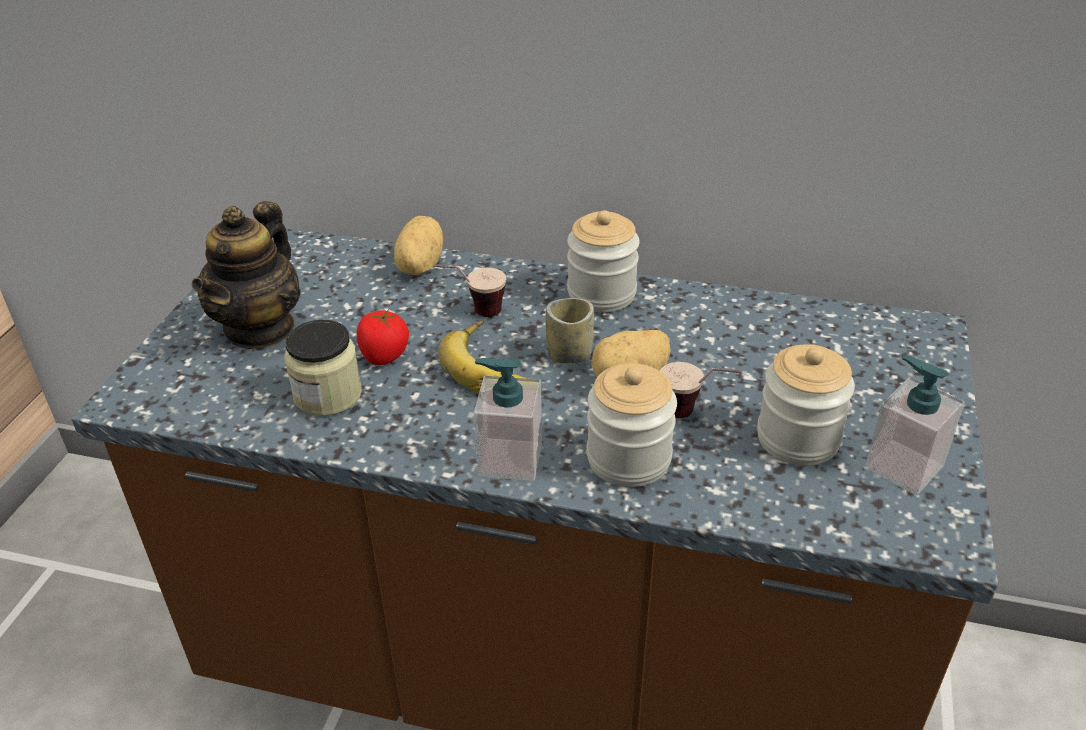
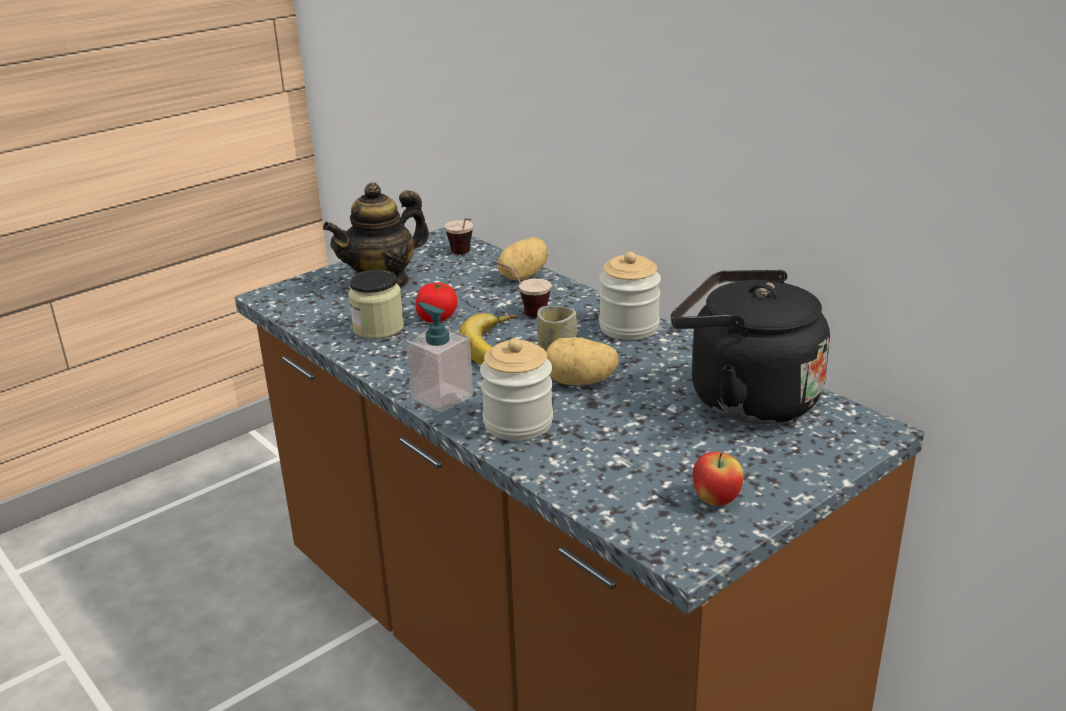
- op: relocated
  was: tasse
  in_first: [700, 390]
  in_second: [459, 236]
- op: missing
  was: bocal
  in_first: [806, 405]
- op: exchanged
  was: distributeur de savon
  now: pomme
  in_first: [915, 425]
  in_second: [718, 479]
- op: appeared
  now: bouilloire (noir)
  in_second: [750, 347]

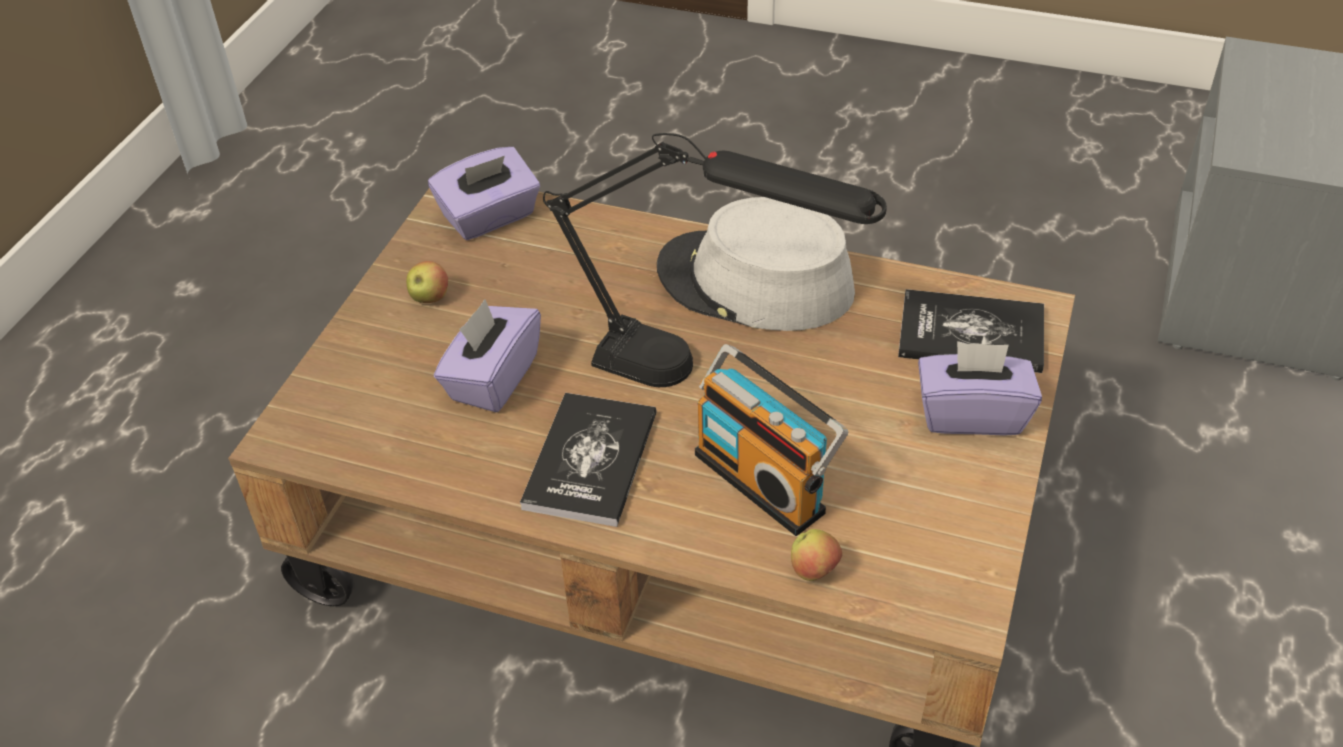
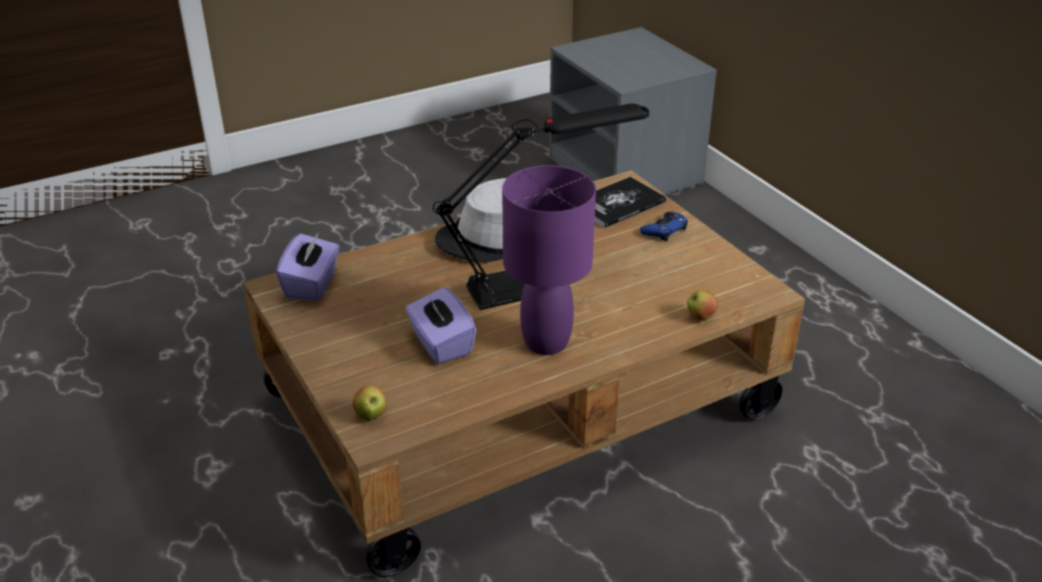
- op: relocated
  was: pomme
  in_first: [427, 282]
  in_second: [370, 403]
- op: exchanged
  was: livre
  now: lampe de table (violet)
  in_first: [588, 460]
  in_second: [549, 260]
- op: missing
  was: radio
  in_first: [771, 440]
- op: exchanged
  was: boîte à mouchoirs (violet)
  now: manette (bleu)
  in_first: [980, 388]
  in_second: [664, 227]

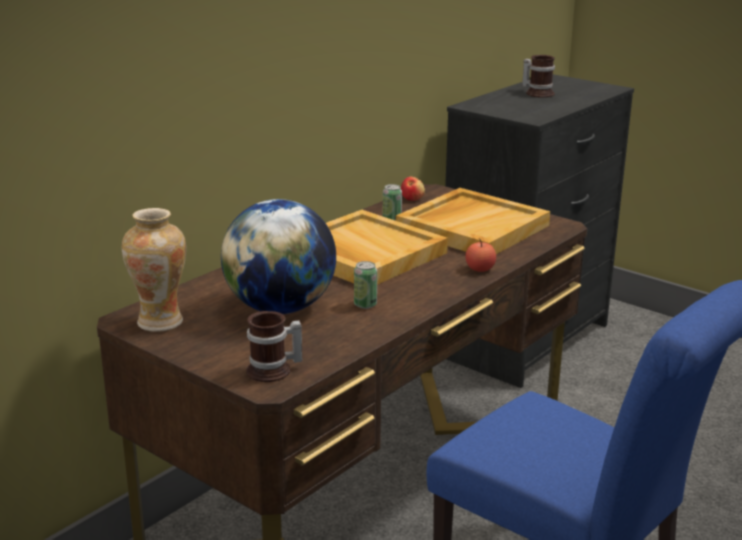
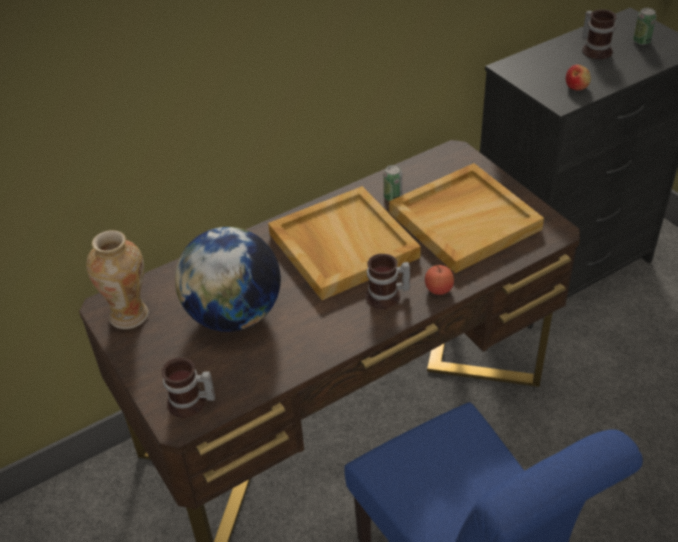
- op: relocated
  was: boîte métallique
  in_first: [365, 285]
  in_second: [645, 26]
- op: relocated
  was: pomme
  in_first: [413, 189]
  in_second: [578, 77]
- op: appeared
  now: mug
  in_second: [387, 281]

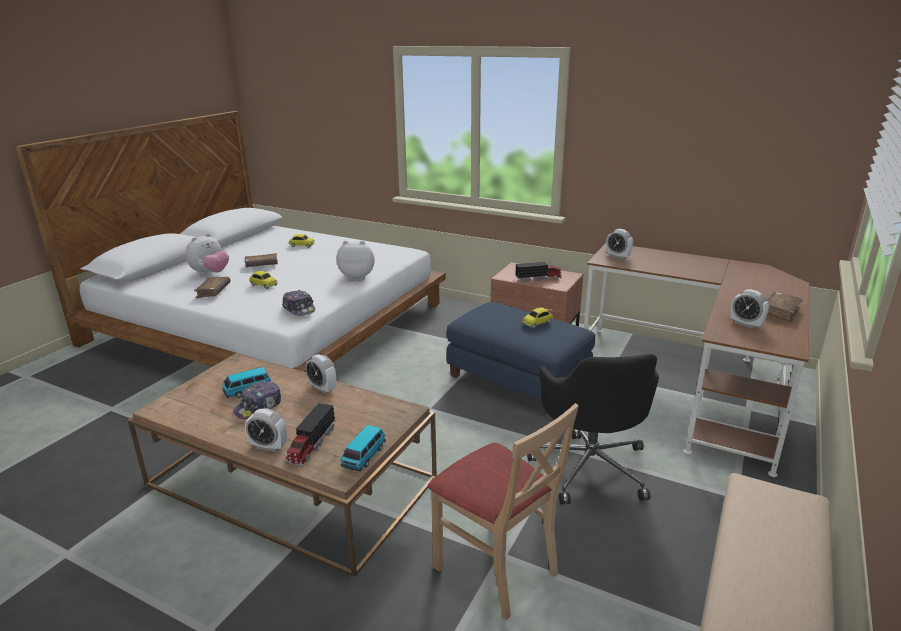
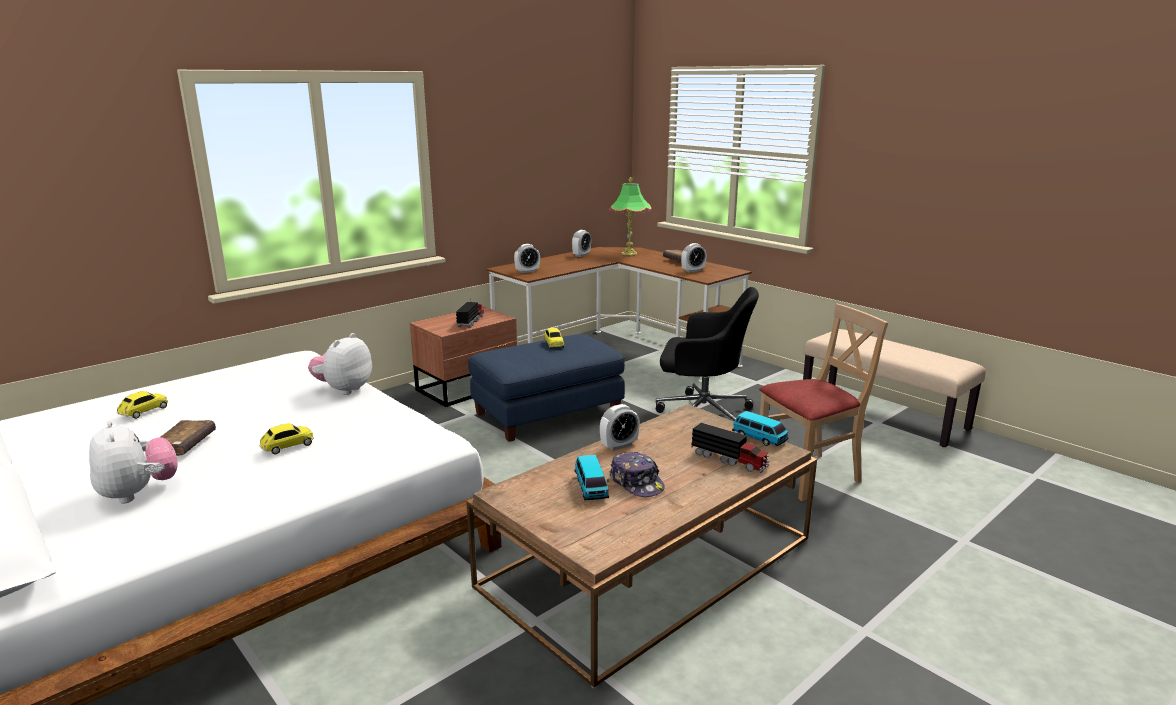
- op: missing
  was: livre (marron)
  in_first: [212, 287]
- op: relocated
  was: réveil
  in_first: [266, 430]
  in_second: [582, 243]
- op: missing
  was: casquette
  in_first: [298, 303]
- op: appeared
  now: lampe de table
  in_second: [630, 216]

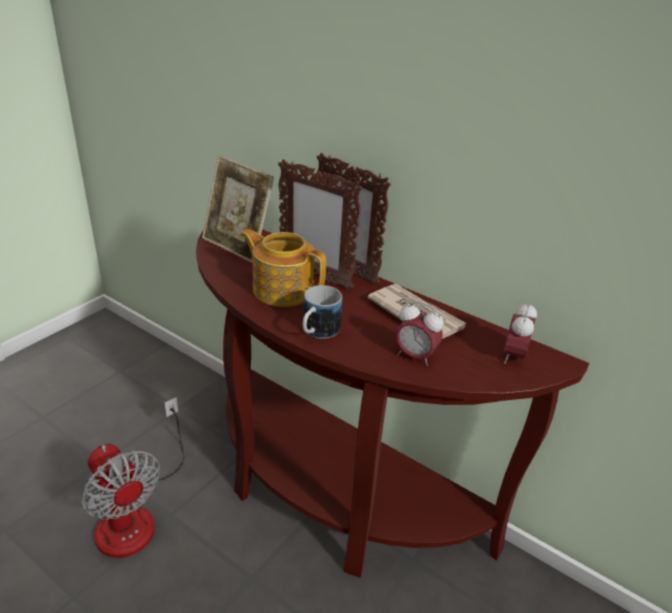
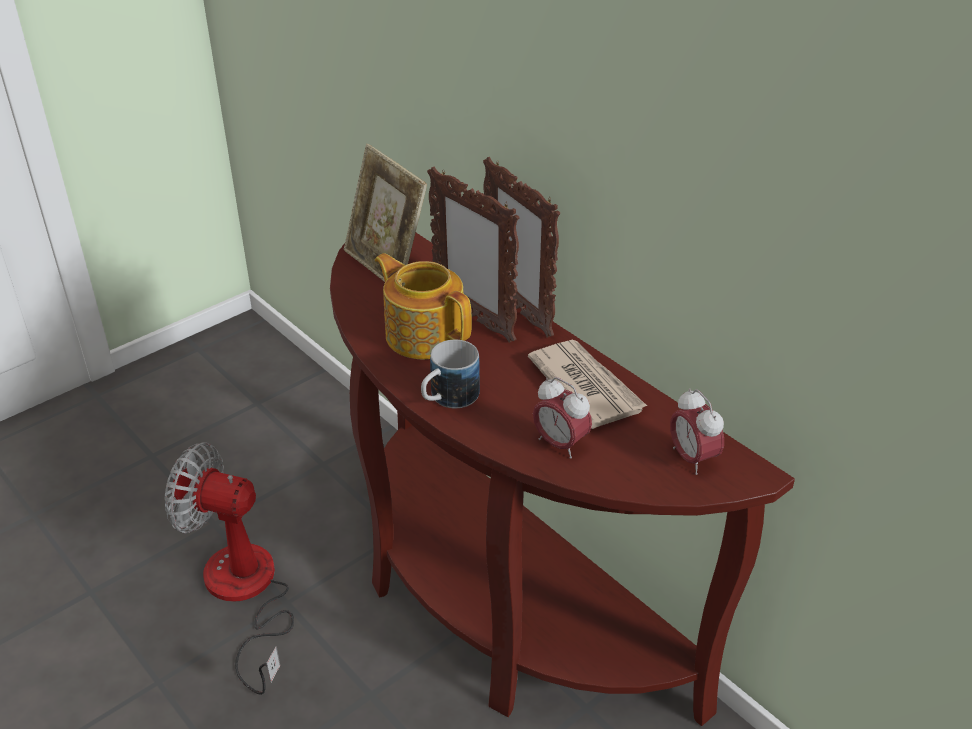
- op: spun
  was: ventilateur
  in_first: [133, 477]
  in_second: [229, 568]
  clockwise: 135
- op: spun
  was: réveil
  in_first: [520, 332]
  in_second: [697, 431]
  clockwise: -60

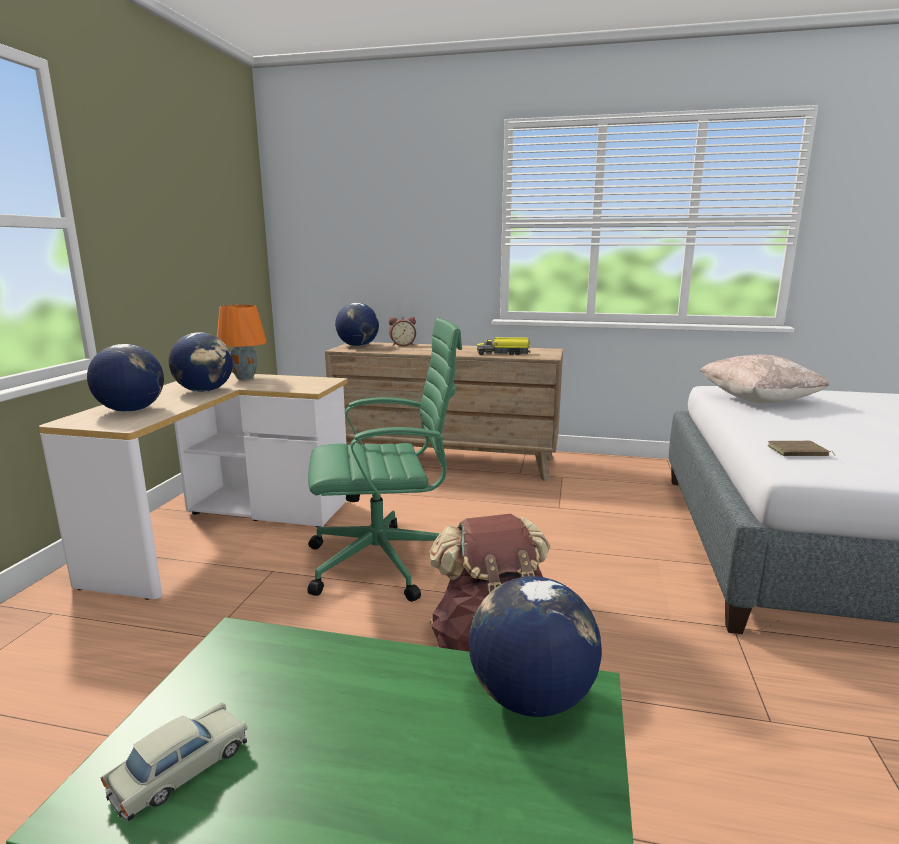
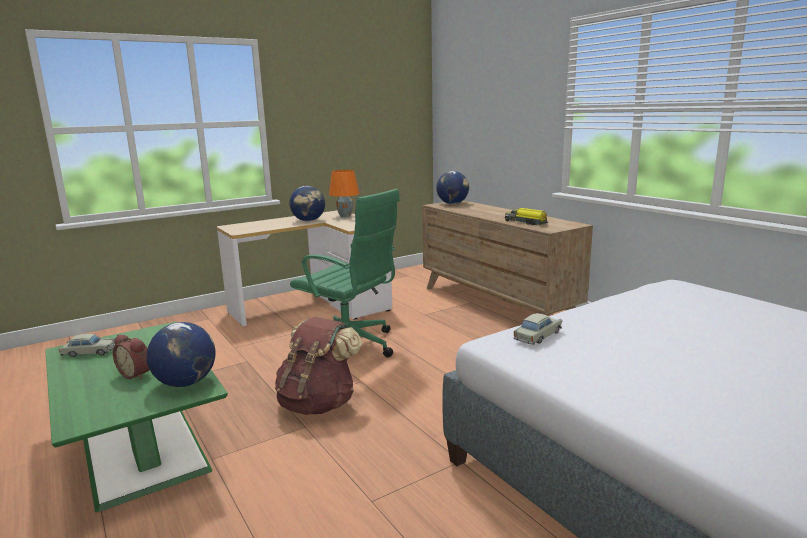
- op: missing
  was: globe
  in_first: [125, 378]
- op: relocated
  was: réveil
  in_first: [402, 331]
  in_second: [131, 357]
- op: missing
  was: coussin (beige)
  in_first: [765, 378]
- op: exchanged
  was: livre (marron)
  now: petite voiture (beige)
  in_first: [802, 448]
  in_second: [537, 329]

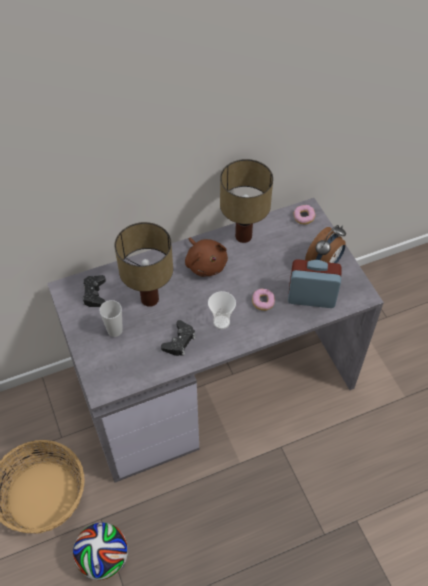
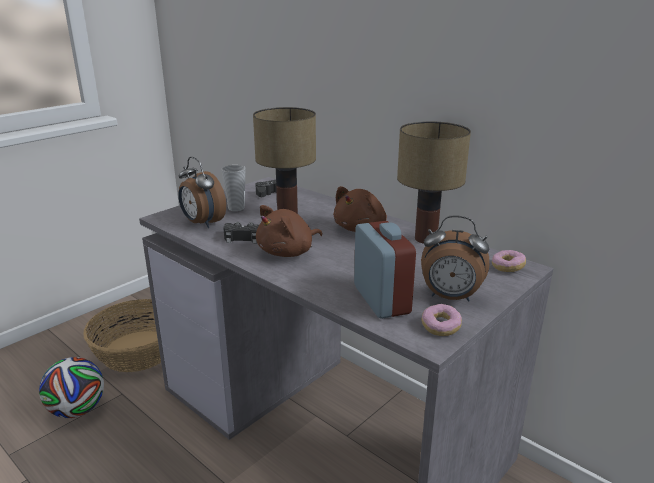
- op: exchanged
  was: tasse
  now: peluche (marron)
  in_first: [222, 310]
  in_second: [289, 231]
- op: relocated
  was: beignet
  in_first: [263, 299]
  in_second: [441, 320]
- op: appeared
  now: réveil
  in_second: [202, 192]

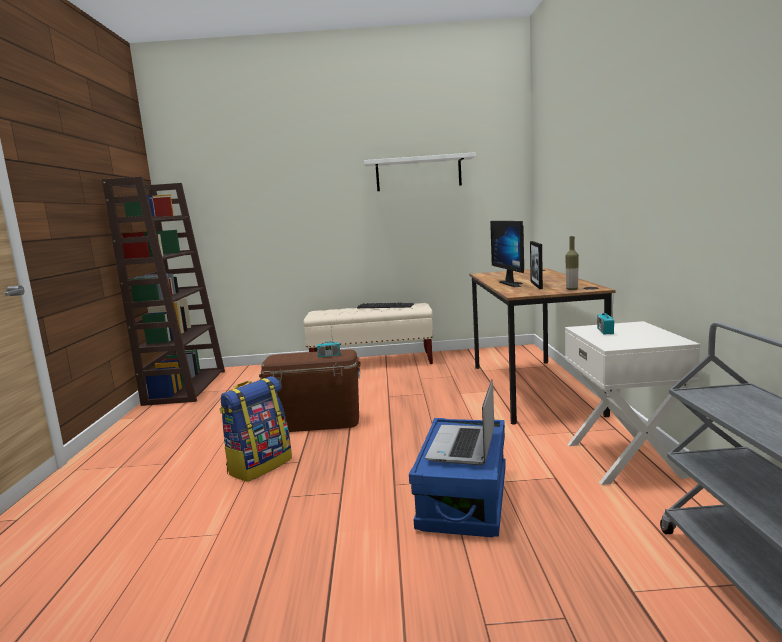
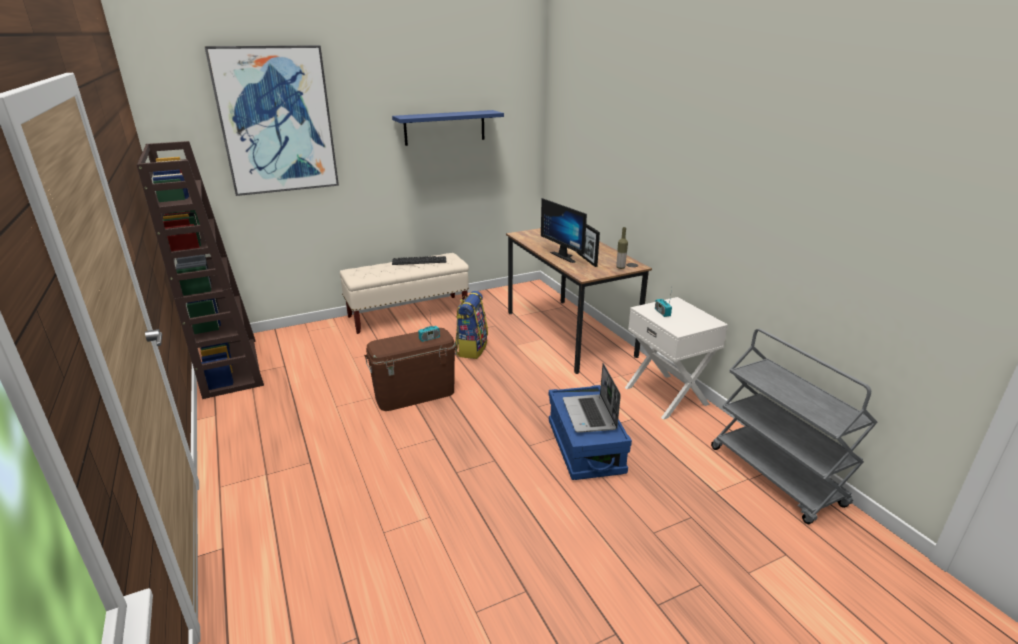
- op: relocated
  was: sac à dos
  in_first: [255, 429]
  in_second: [471, 325]
- op: colour
  was: étagère (blanc)
  now: étagère (bleu)
  in_first: [420, 171]
  in_second: [448, 128]
- op: appeared
  now: tableau
  in_second: [271, 120]

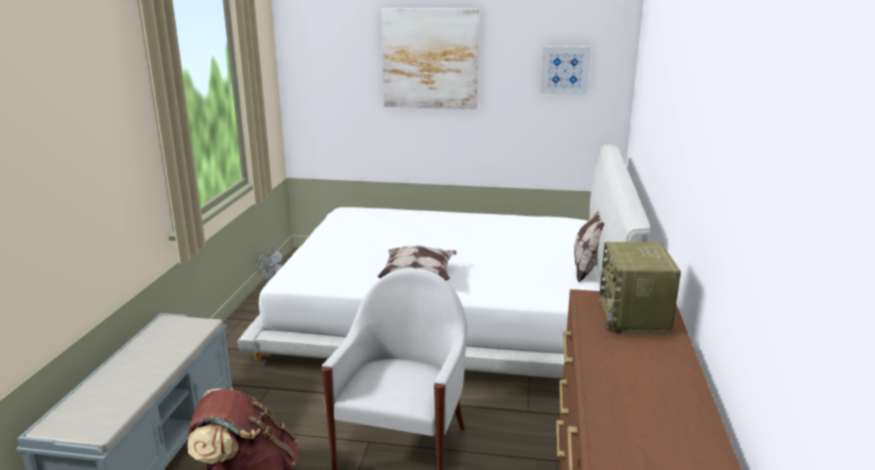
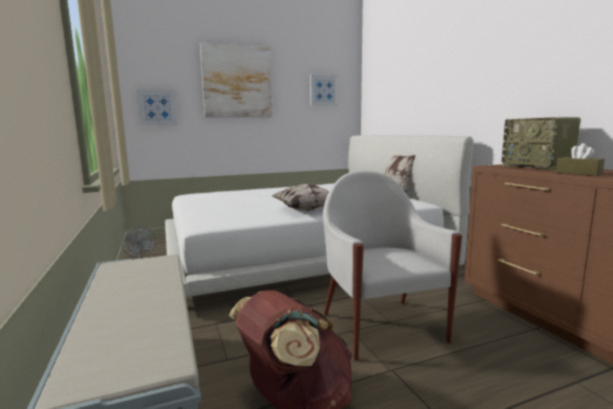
- op: appeared
  now: tableau
  in_second: [157, 107]
- op: appeared
  now: boîte à mouchoirs (marron)
  in_second: [580, 159]

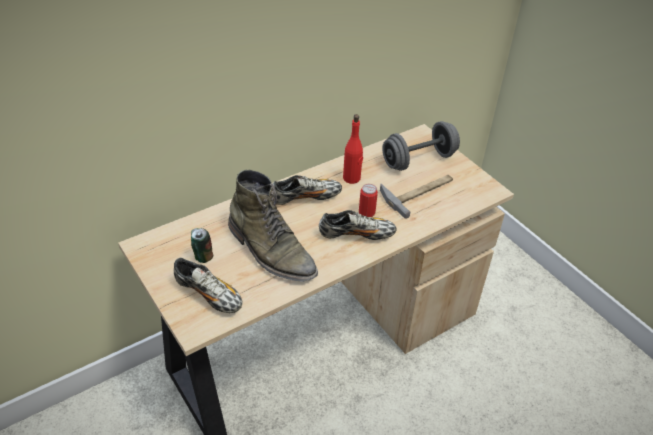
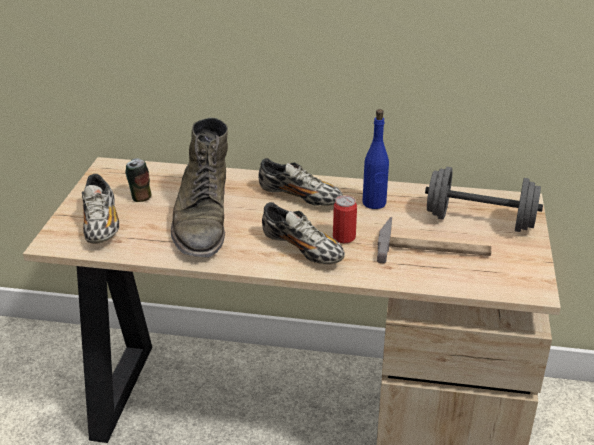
- op: colour
  was: bouteille (rouge)
  now: bouteille (bleu)
  in_first: [353, 149]
  in_second: [375, 159]

